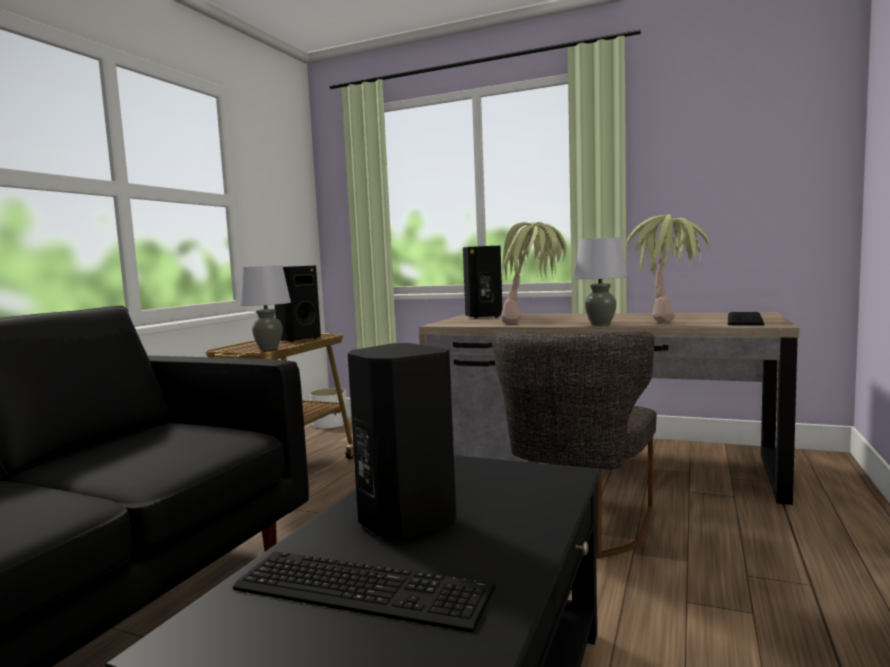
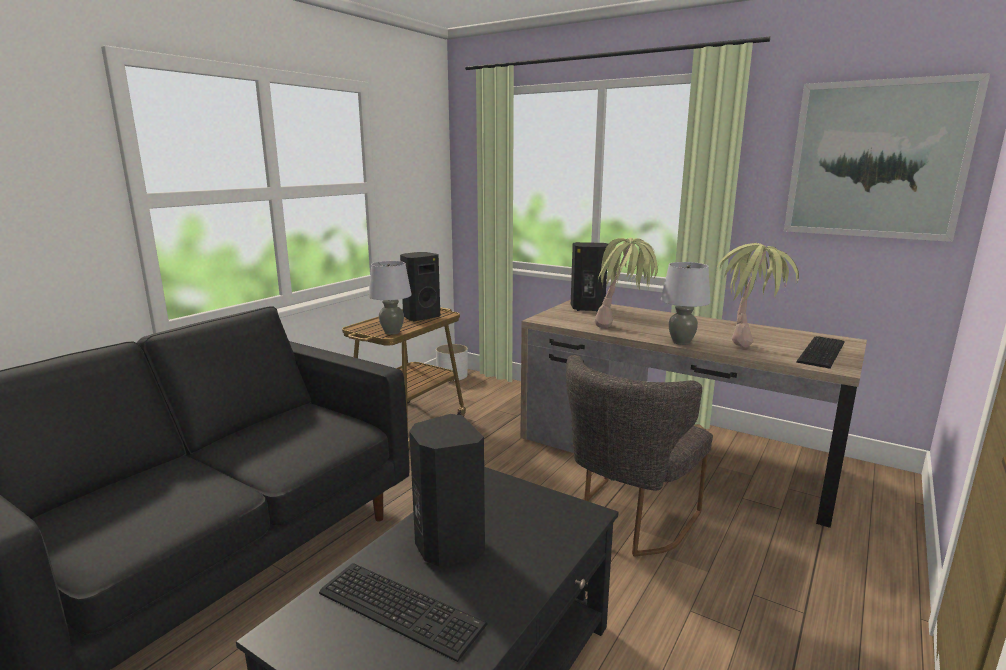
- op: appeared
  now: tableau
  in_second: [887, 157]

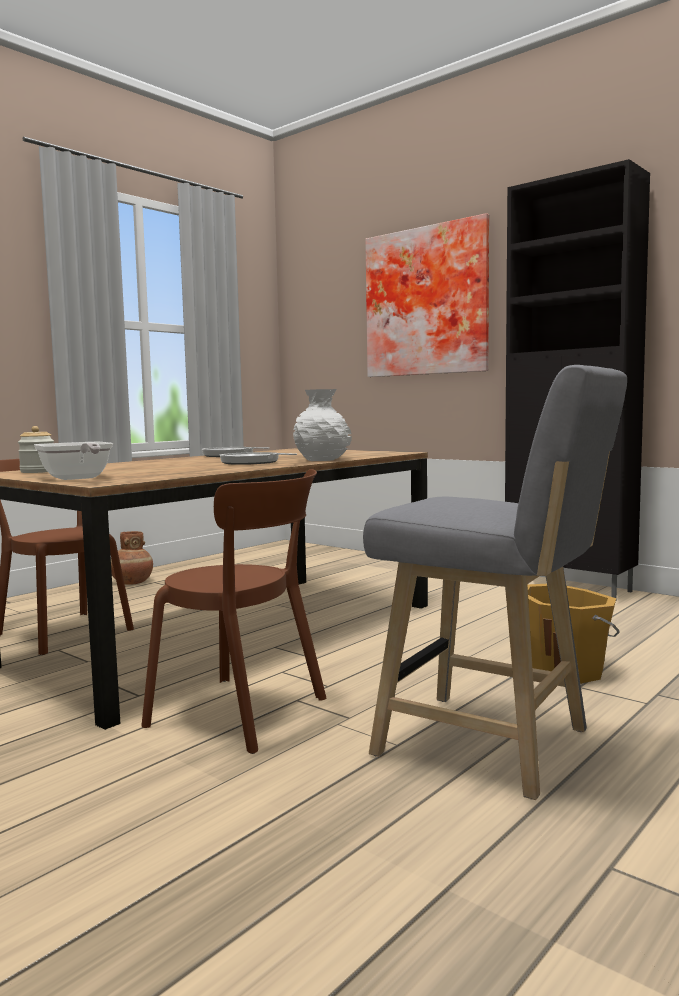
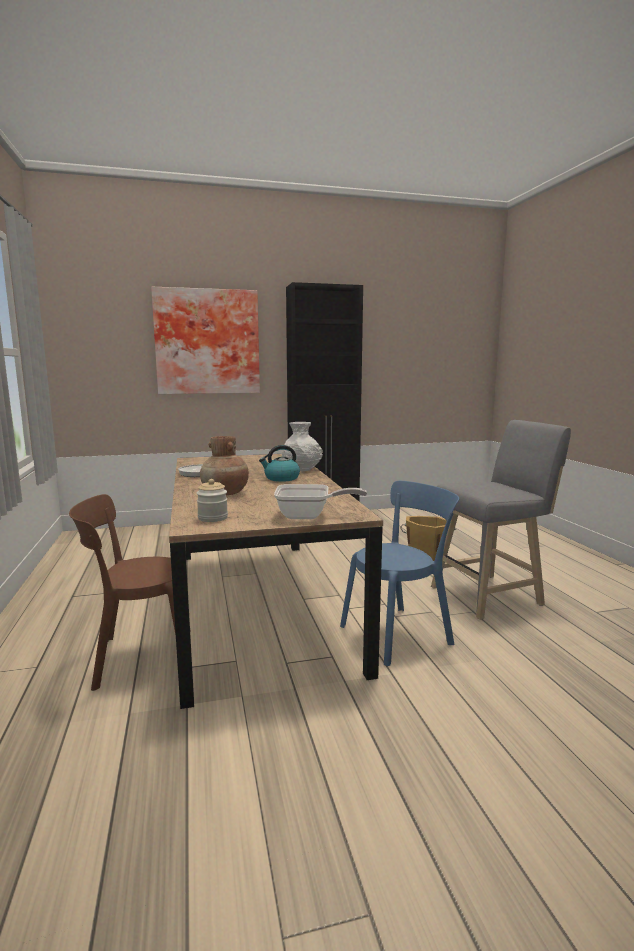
- op: relocated
  was: vase (marron)
  in_first: [132, 558]
  in_second: [224, 465]
- op: colour
  was: chaise (marron)
  now: chaise (bleu)
  in_first: [233, 611]
  in_second: [399, 573]
- op: exchanged
  was: poêle
  now: bouilloire
  in_first: [258, 458]
  in_second: [279, 463]

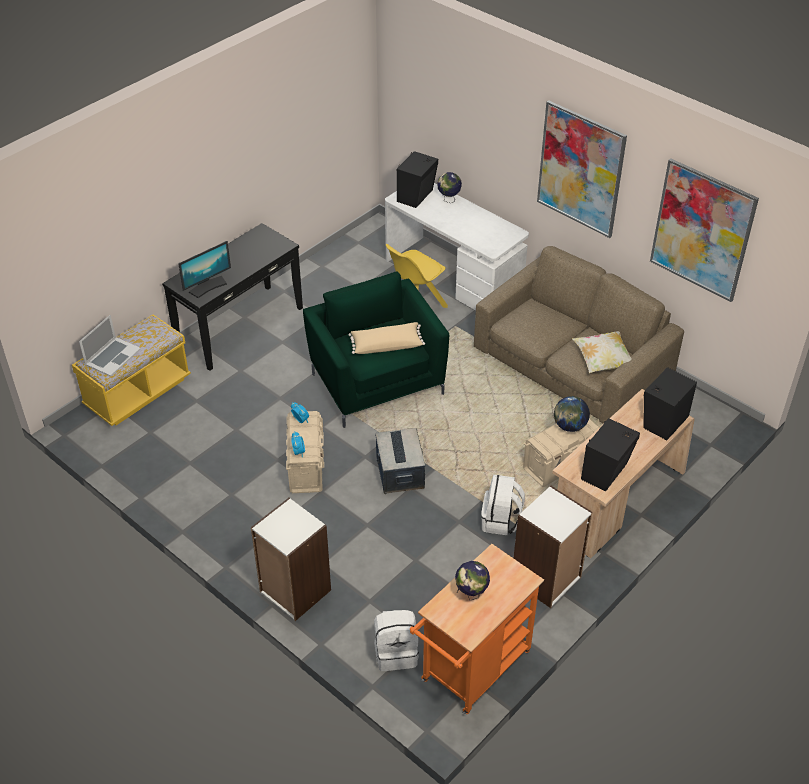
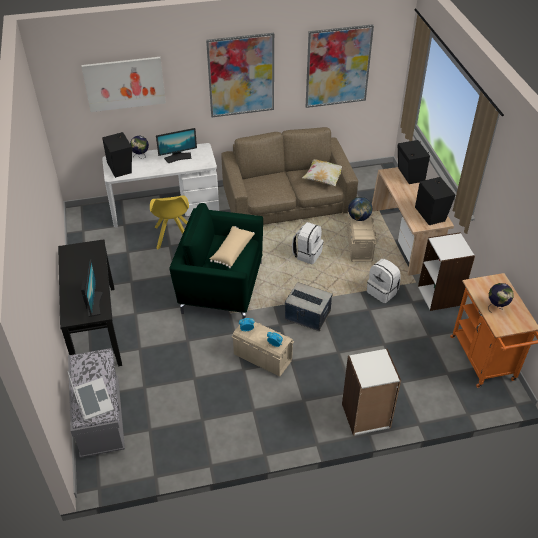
- op: colour
  was: banc (jaune)
  now: banc (gris)
  in_first: [131, 370]
  in_second: [96, 403]
- op: relocated
  was: sac à dos (blanc)
  in_first: [396, 640]
  in_second: [308, 243]
- op: appeared
  now: tableau
  in_second: [123, 84]
- op: appeared
  now: écran d'ordinateur
  in_second: [176, 145]

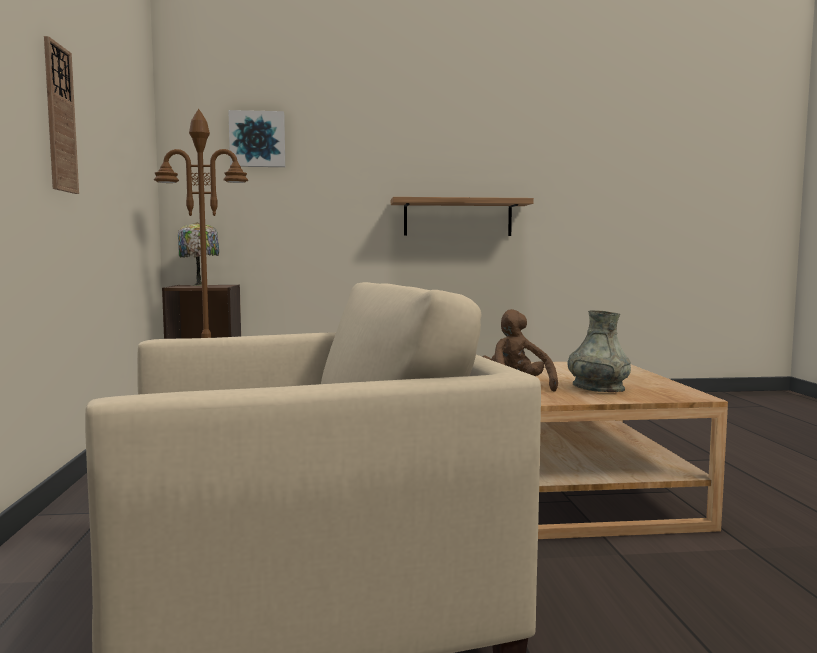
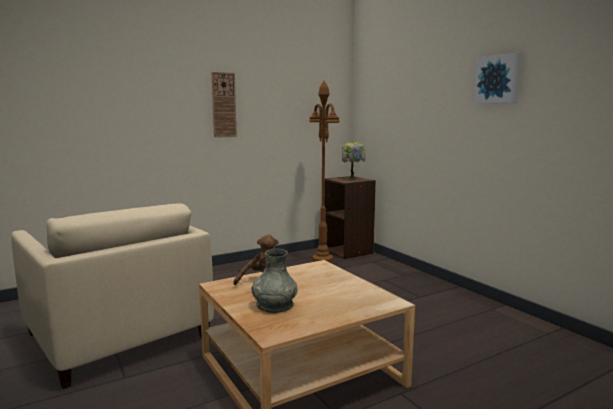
- op: relocated
  was: tableau
  in_first: [256, 138]
  in_second: [497, 78]
- op: missing
  was: étagère
  in_first: [462, 216]

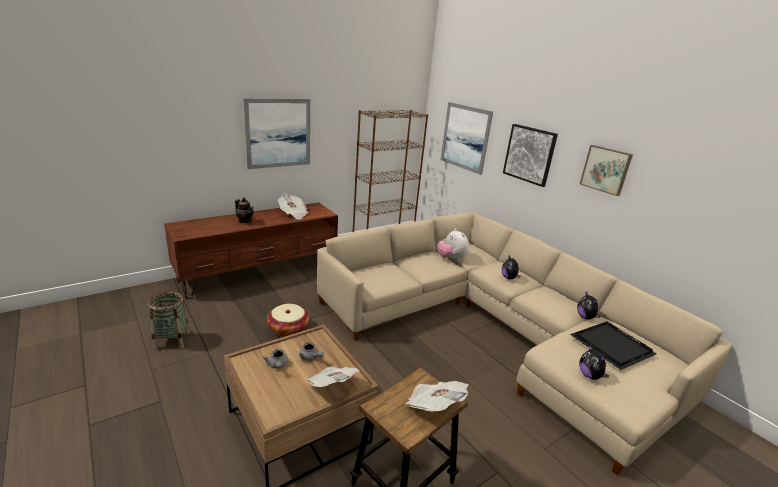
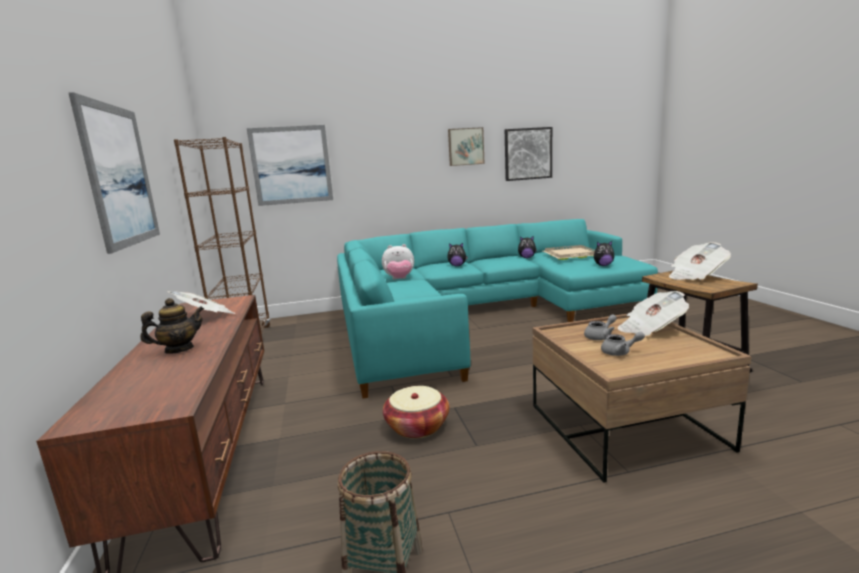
- op: colour
  was: canapé (beige)
  now: canapé (turquoise)
  in_first: [524, 343]
  in_second: [497, 308]
- op: relocated
  was: tableau
  in_first: [530, 155]
  in_second: [528, 154]
- op: colour
  was: plateau (noir)
  now: plateau (beige)
  in_first: [613, 345]
  in_second: [569, 252]

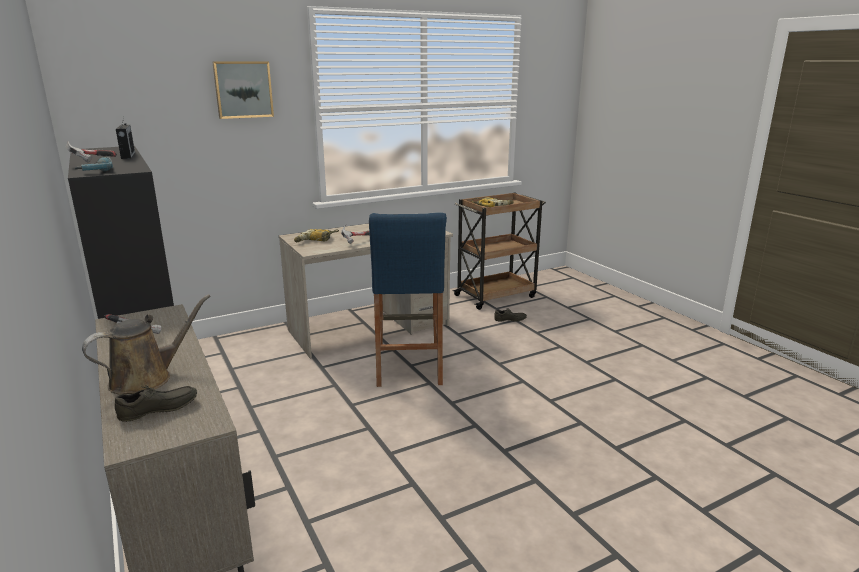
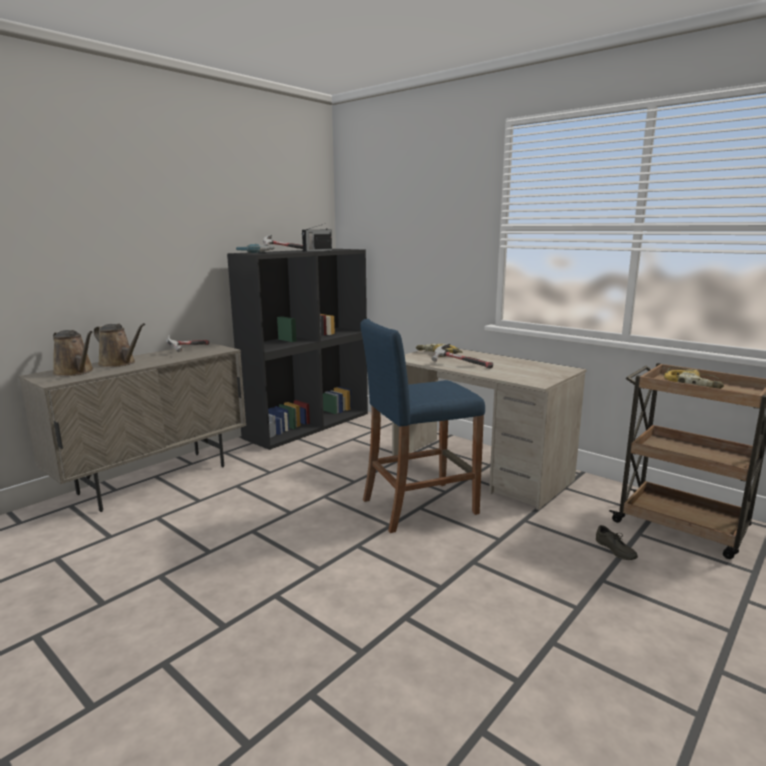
- op: exchanged
  was: chaussure (gris)
  now: arrosoir (marron)
  in_first: [156, 403]
  in_second: [73, 353]
- op: missing
  was: tableau
  in_first: [243, 90]

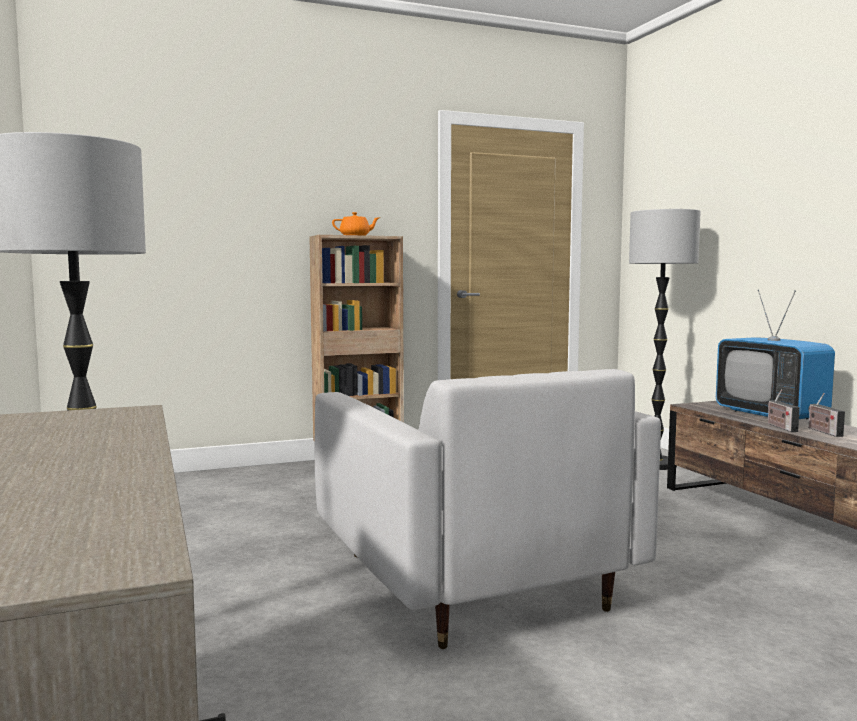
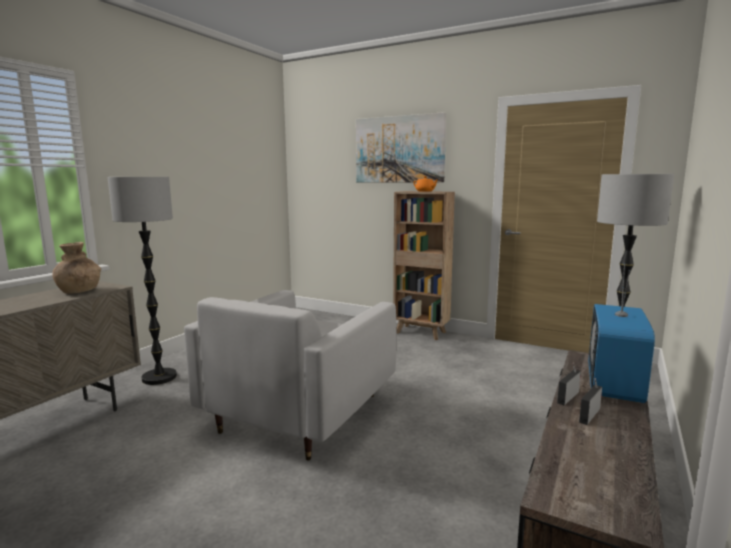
- op: appeared
  now: vase (marron)
  in_second: [77, 268]
- op: appeared
  now: tableau
  in_second: [401, 147]

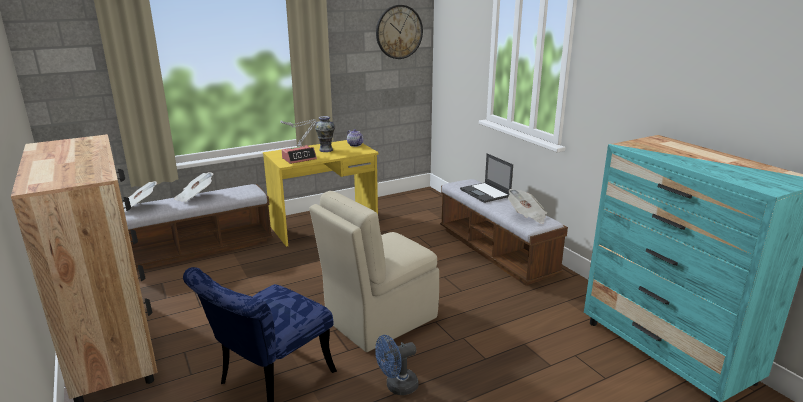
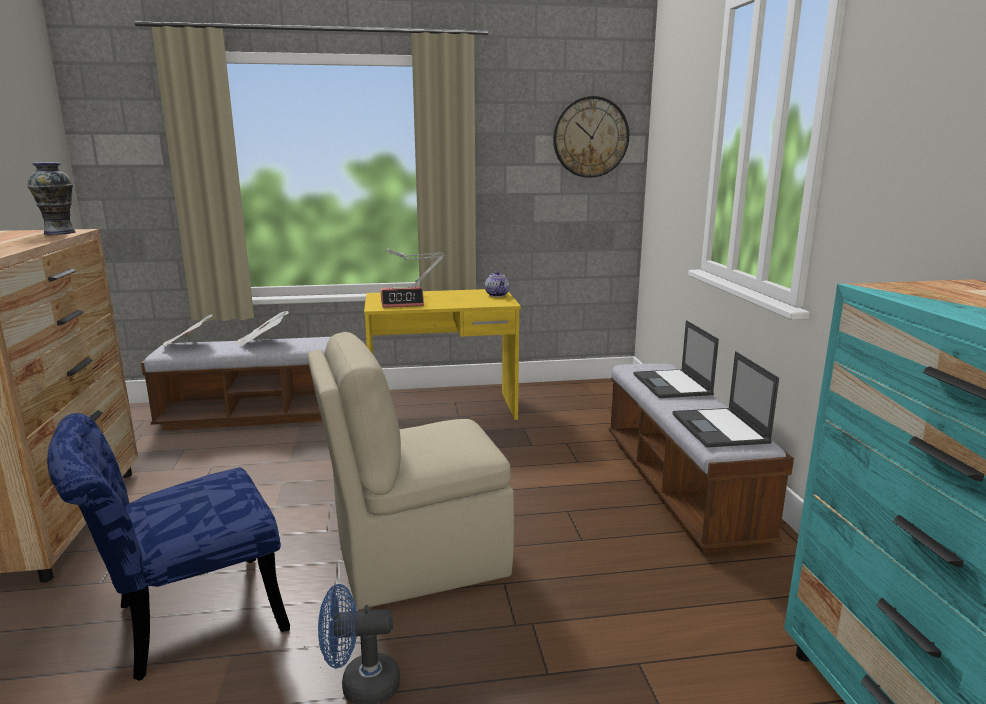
- op: relocated
  was: vase
  in_first: [325, 134]
  in_second: [51, 198]
- op: exchanged
  was: journal
  now: ordinateur portable
  in_first: [527, 206]
  in_second: [726, 399]

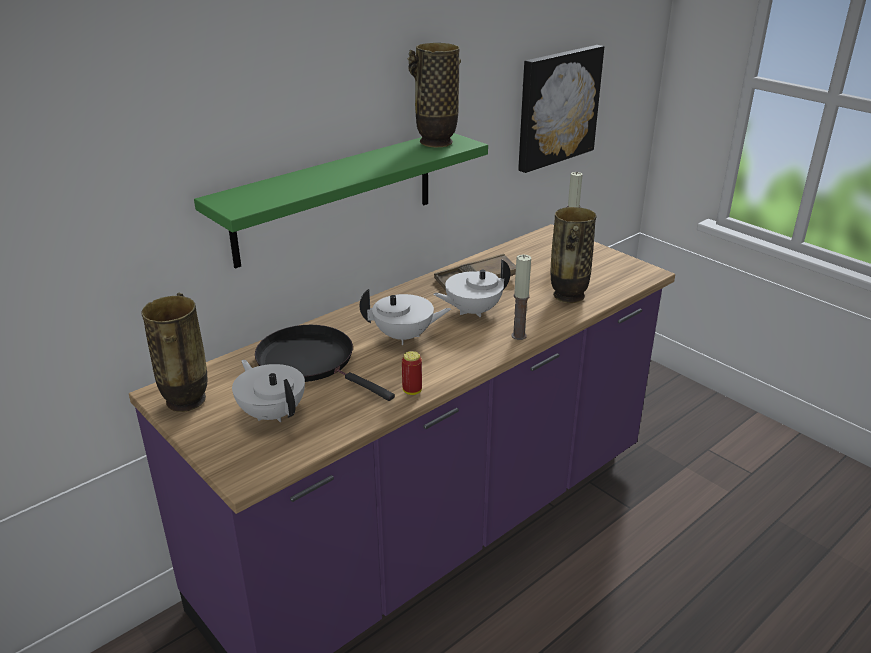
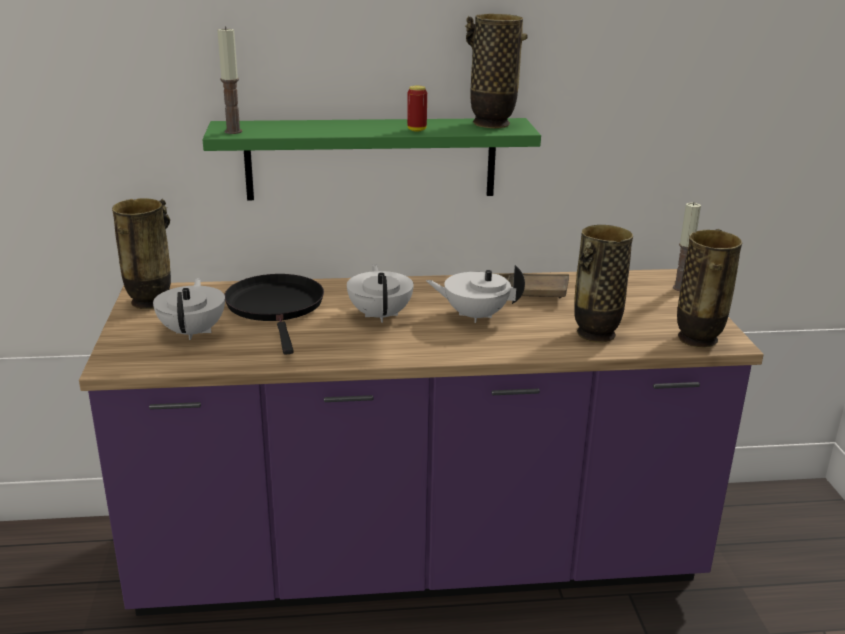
- op: spun
  was: théière (blanc)
  in_first: [405, 317]
  in_second: [380, 293]
  clockwise: -135
- op: relocated
  was: boîte métallique
  in_first: [412, 373]
  in_second: [417, 109]
- op: relocated
  was: bougie
  in_first: [521, 297]
  in_second: [229, 80]
- op: missing
  was: tableau
  in_first: [561, 109]
- op: appeared
  now: vase
  in_second: [709, 288]

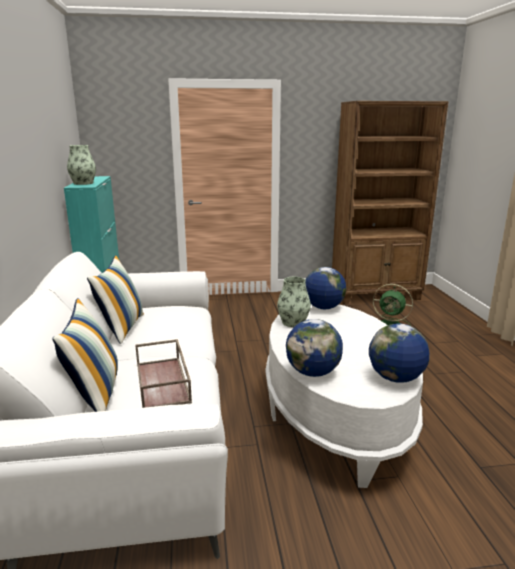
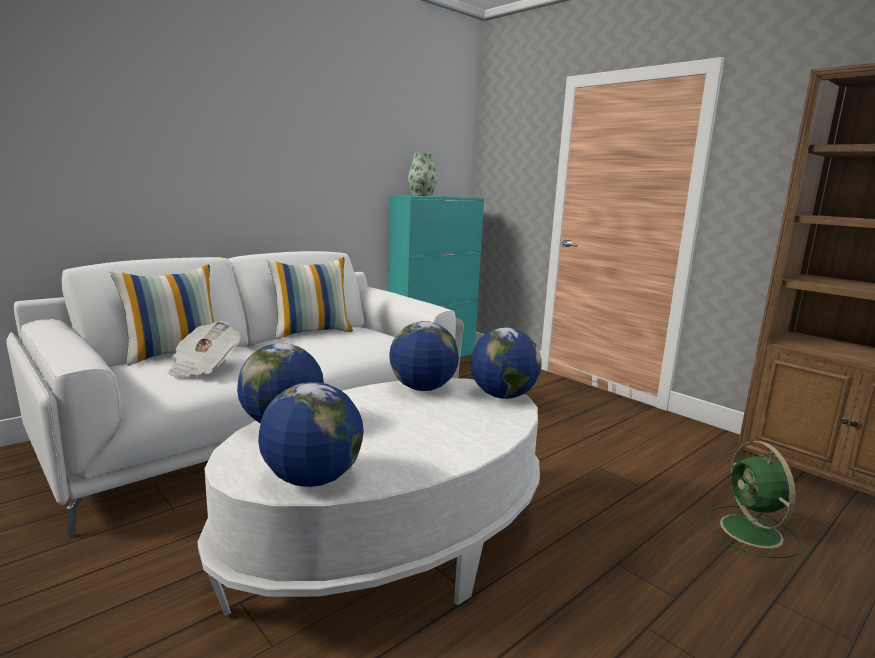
- op: exchanged
  was: plateau (marron)
  now: journal
  in_first: [163, 373]
  in_second: [204, 349]
- op: exchanged
  was: vase
  now: globe
  in_first: [294, 302]
  in_second: [424, 356]

